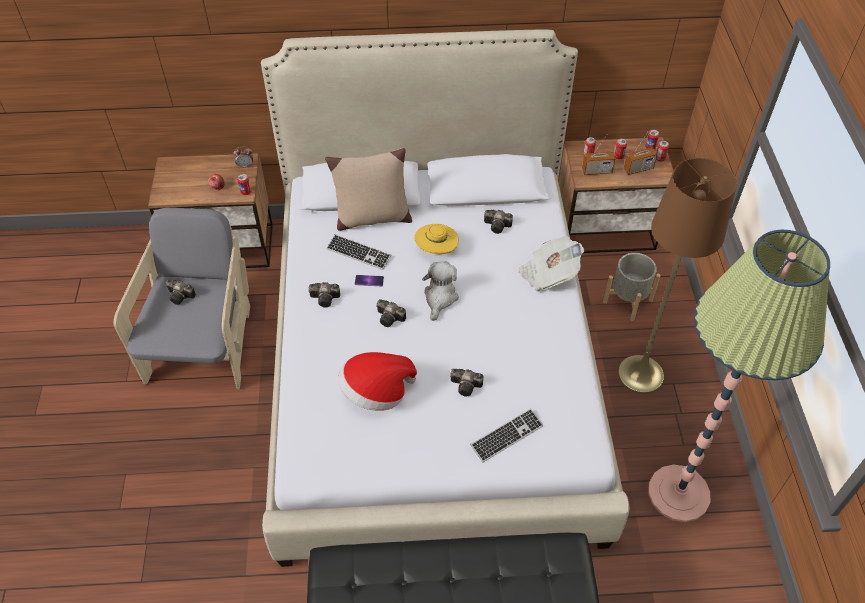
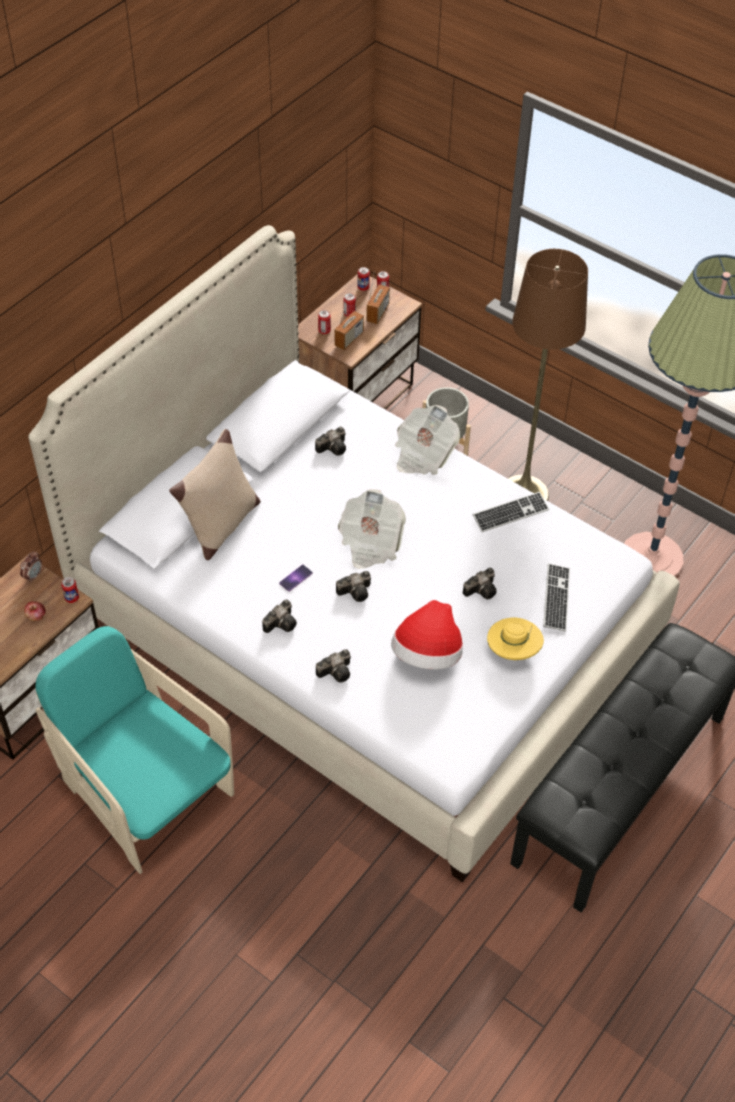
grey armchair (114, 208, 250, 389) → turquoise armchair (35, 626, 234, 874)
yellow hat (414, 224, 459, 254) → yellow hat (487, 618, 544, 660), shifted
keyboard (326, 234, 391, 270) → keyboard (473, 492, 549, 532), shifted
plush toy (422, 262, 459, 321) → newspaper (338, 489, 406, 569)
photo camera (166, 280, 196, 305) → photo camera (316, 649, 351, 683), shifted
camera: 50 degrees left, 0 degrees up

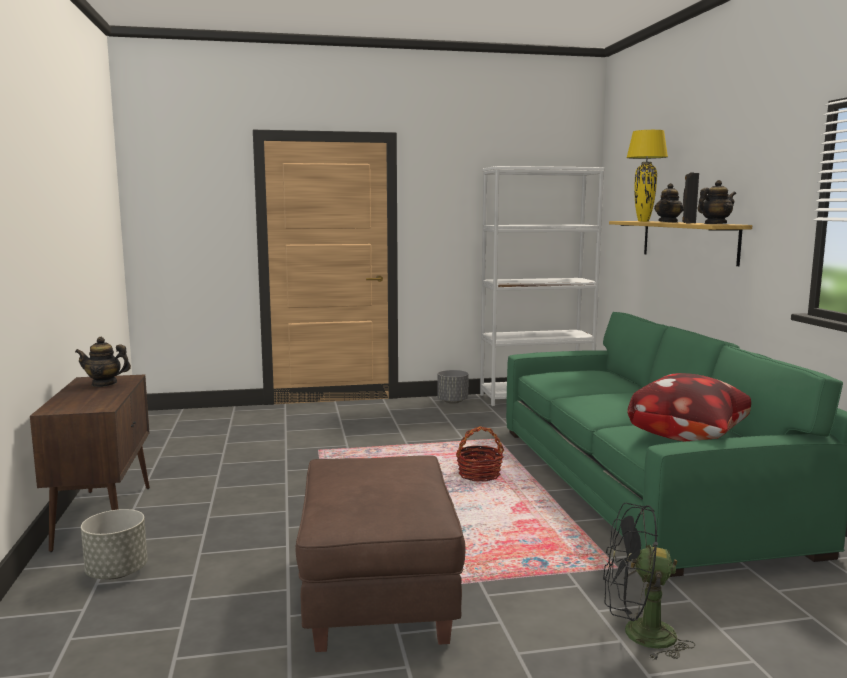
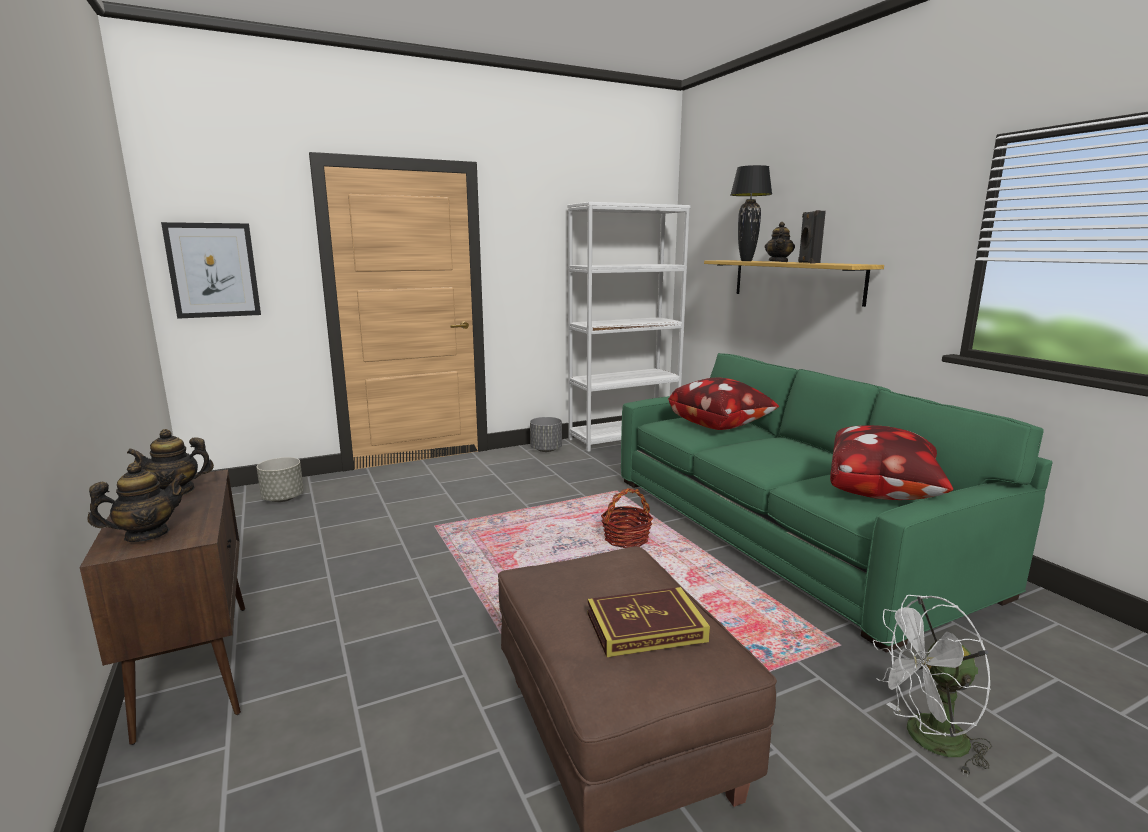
yellow table lamp (626, 130, 668, 222) → black table lamp (730, 165, 772, 261)
teapot (698, 180, 736, 224) → teapot (88, 462, 187, 542), shifted
black fan (603, 503, 695, 661) → white fan (873, 595, 992, 777)
grey planter (81, 509, 148, 579) → grey planter (257, 457, 304, 502), shifted
- → picture (161, 222, 261, 319)
- → pillow (668, 378, 779, 430)
- → book (588, 587, 710, 657)
camera: 15 degrees left, 5 degrees up

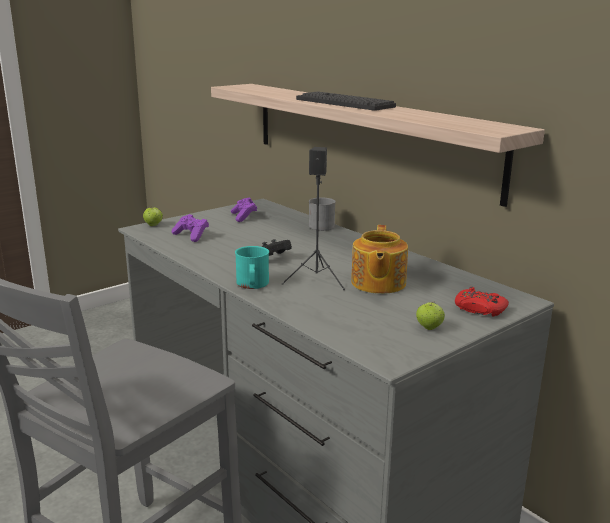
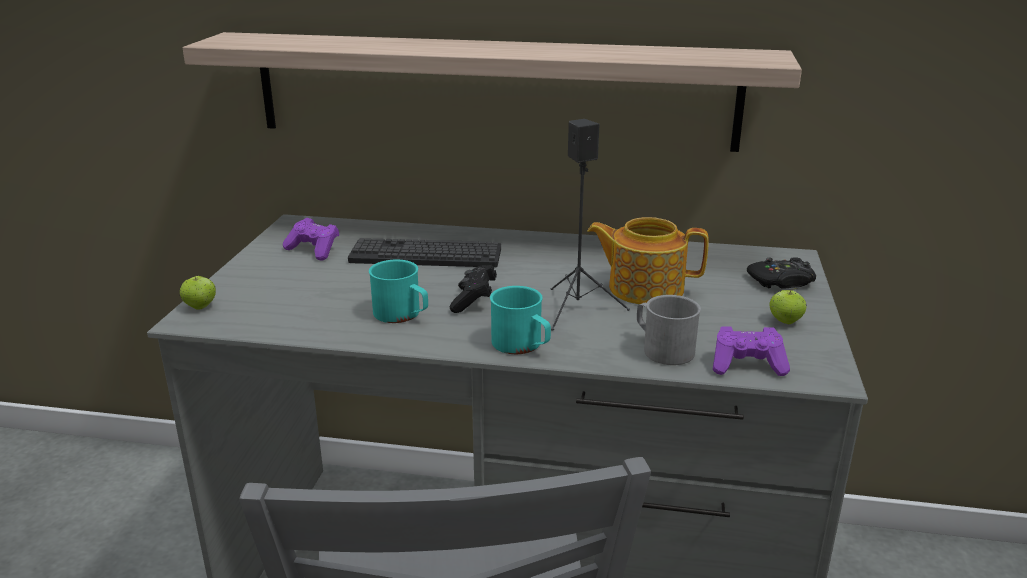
keyboard (296, 91, 396, 111) → keyboard (348, 238, 501, 267), shifted
grey mug (309, 198, 336, 231) → grey mug (637, 295, 701, 365), shifted
purple game controller (172, 214, 209, 242) → purple game controller (713, 326, 790, 376), shifted
teapot (351, 225, 408, 294) → teapot (587, 217, 709, 304), 135 degrees clockwise
red game controller (455, 287, 509, 317) → black game controller (747, 257, 816, 289)
- → turquoise mug (369, 260, 428, 323)
camera: 40 degrees left, 5 degrees up

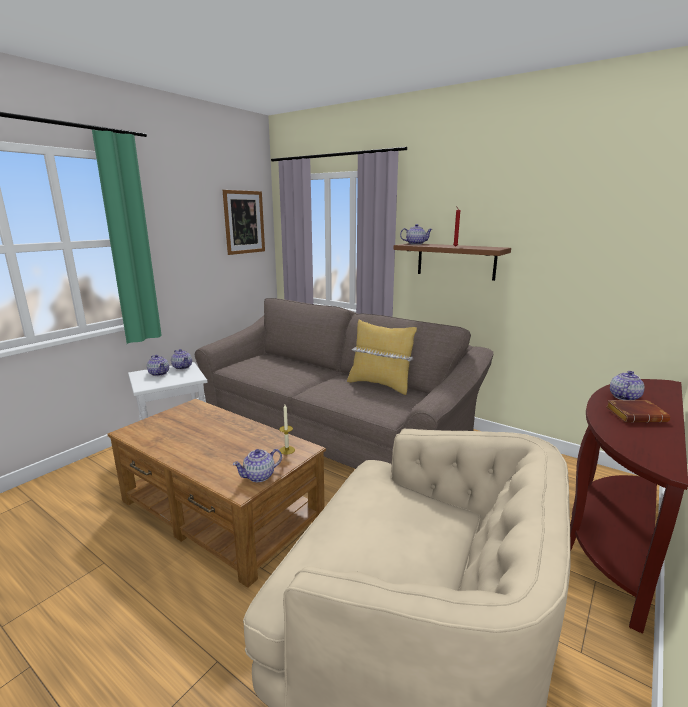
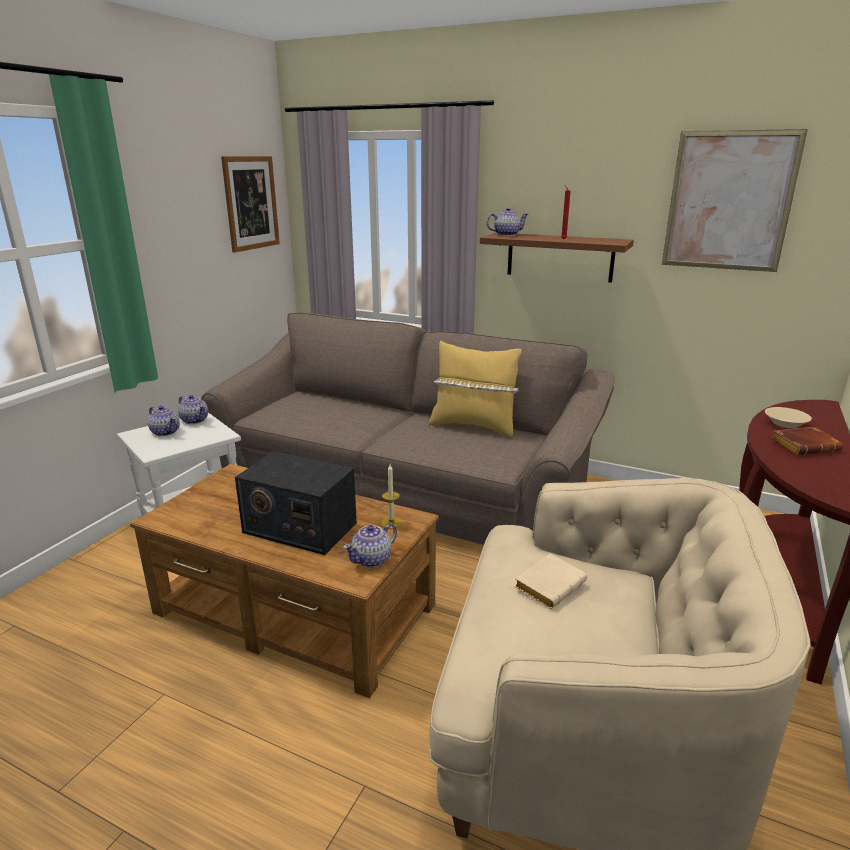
teapot (610, 371, 645, 400) → beige bowl (765, 407, 812, 428)
- → picture (662, 129, 808, 272)
- → radio (235, 452, 357, 555)
- → beige book (514, 554, 587, 609)
camera: 10 degrees left, 5 degrees up

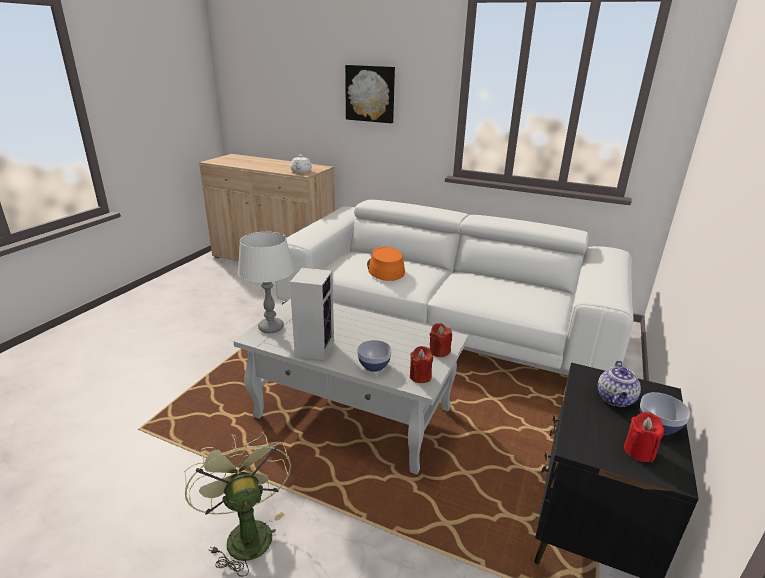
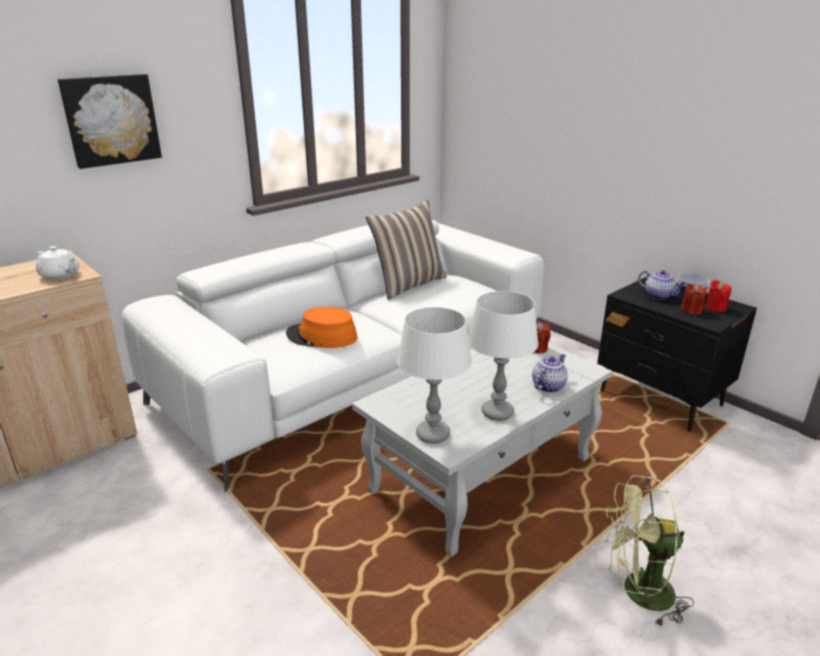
speaker (290, 267, 334, 360) → white table lamp (468, 291, 538, 421)
bowl (357, 340, 392, 372) → teapot (532, 354, 568, 393)
red candle (410, 346, 433, 383) → red candle (681, 283, 707, 315), shifted
- → pillow (366, 200, 447, 300)
camera: 65 degrees left, 0 degrees up

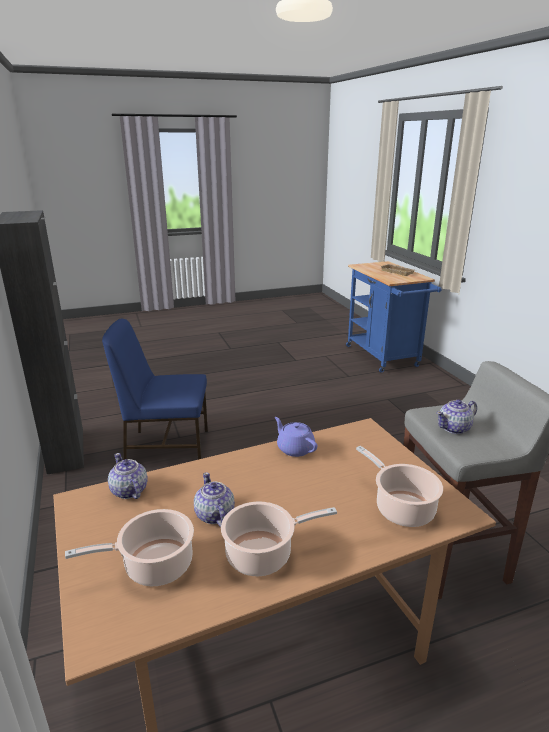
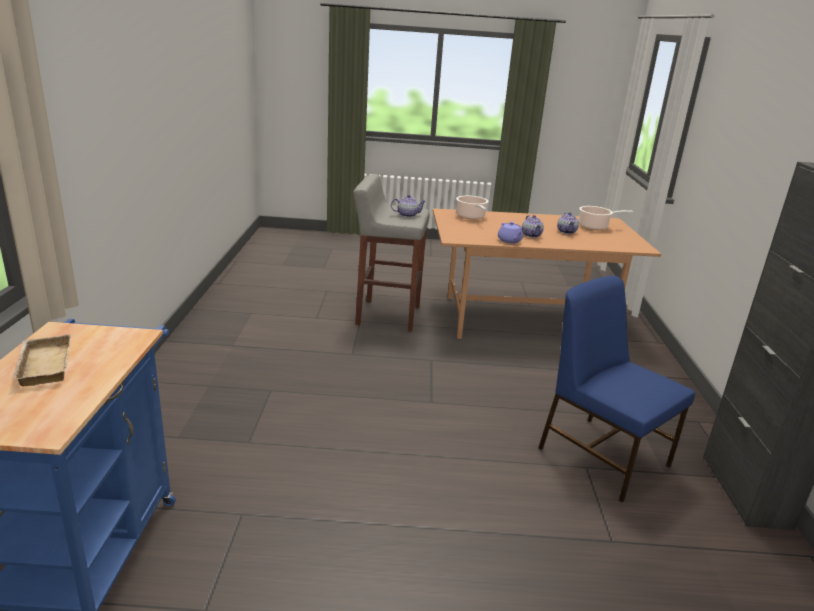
blue chair (102, 319, 208, 460) → blue chair (539, 276, 695, 502), 150 degrees counterclockwise
teapot (108, 453, 148, 499) → teapot (522, 215, 544, 238), shifted
cooking pot (221, 501, 337, 576) → -
camera: 160 degrees left, 0 degrees up

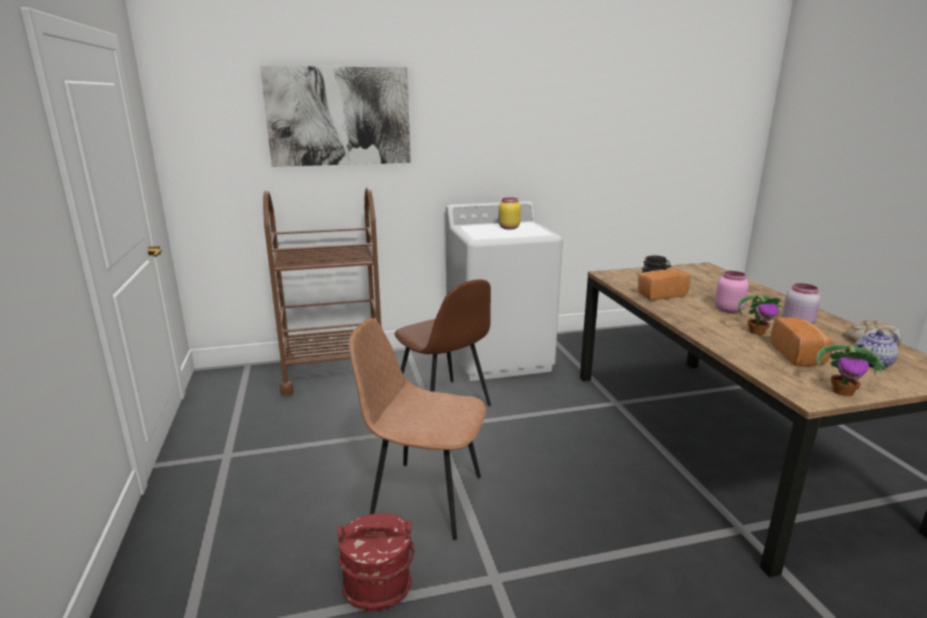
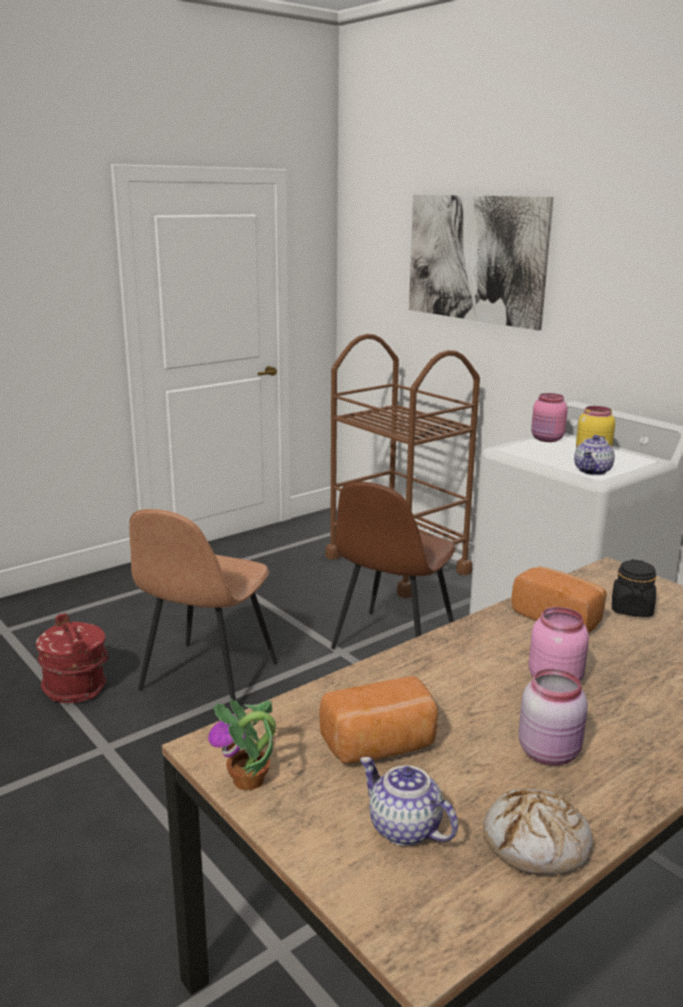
potted plant (738, 294, 783, 335) → -
brown chair (349, 318, 486, 540) → brown chair (129, 509, 278, 701), 150 degrees counterclockwise
- → pink jar (531, 393, 568, 442)
- → teapot (574, 435, 615, 475)
camera: 65 degrees right, 0 degrees up

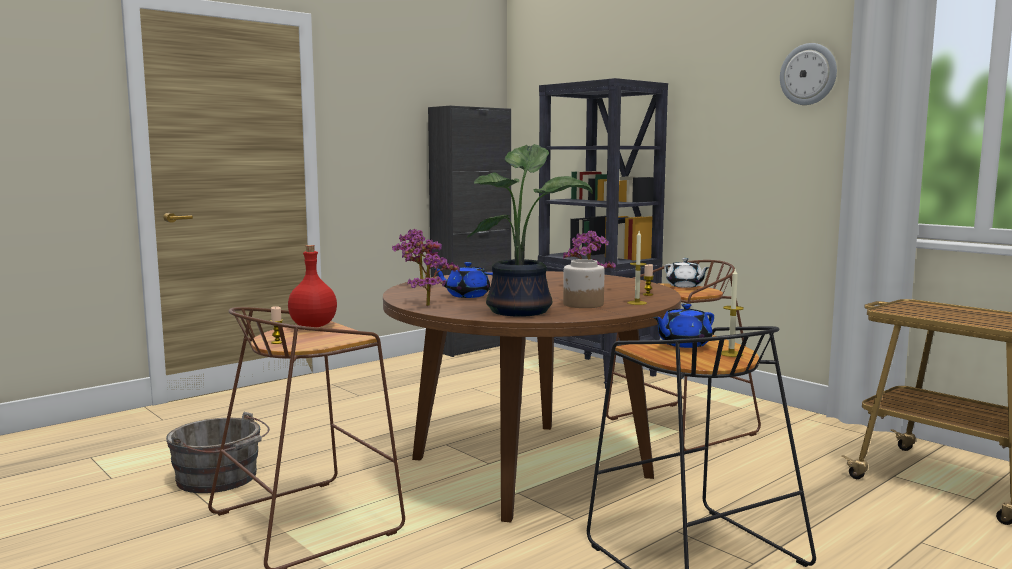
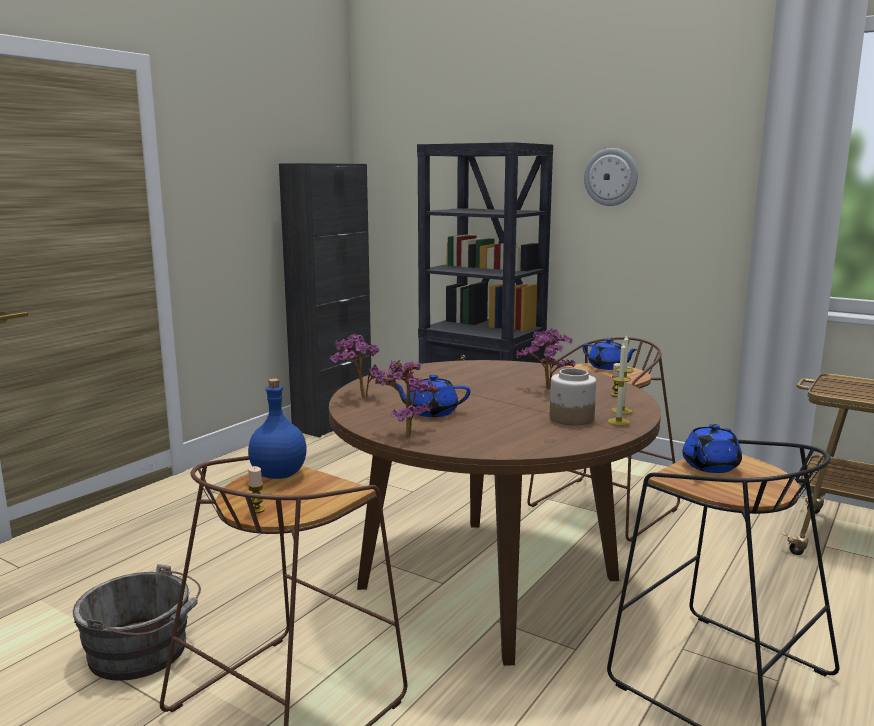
wall clock (780, 43, 837, 105) → wall clock (584, 148, 638, 206), shifted
potted plant (467, 144, 593, 316) → -
red bottle (288, 245, 337, 327) → blue bottle (248, 378, 307, 479)
white teapot (664, 258, 710, 288) → blue teapot (582, 338, 638, 370)
candle (721, 269, 744, 357) → candle (608, 343, 631, 426), shifted
camera: 15 degrees left, 5 degrees up

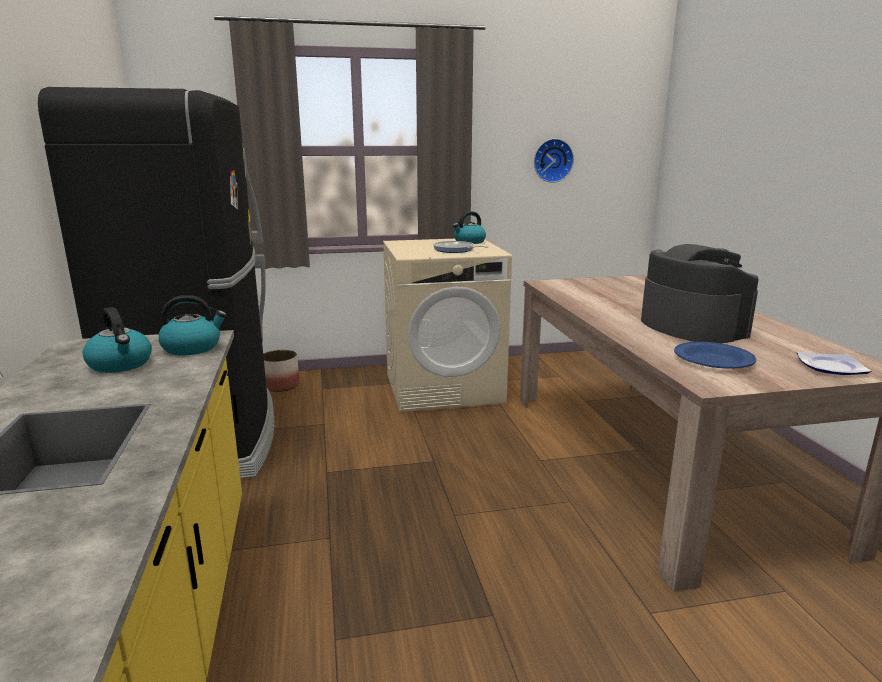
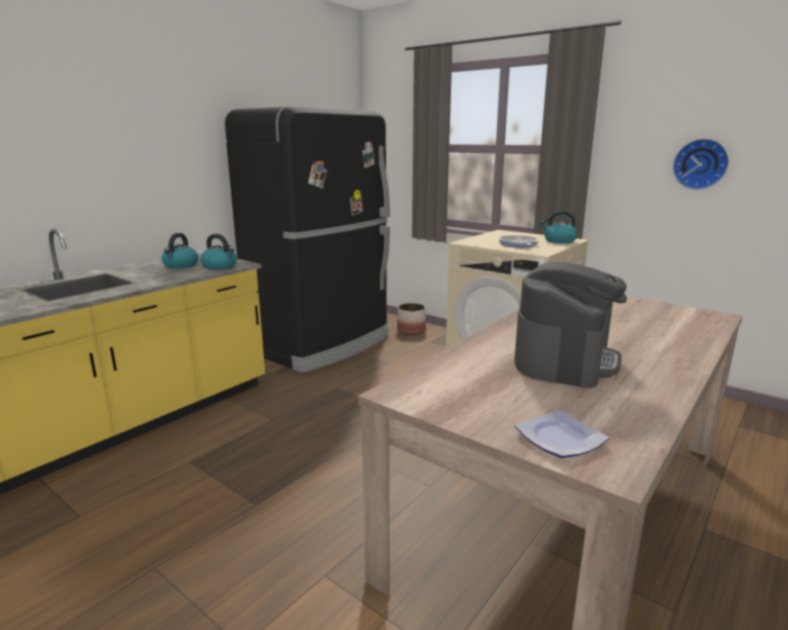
blue plate (674, 342, 756, 368) → -
camera: 50 degrees right, 0 degrees up

